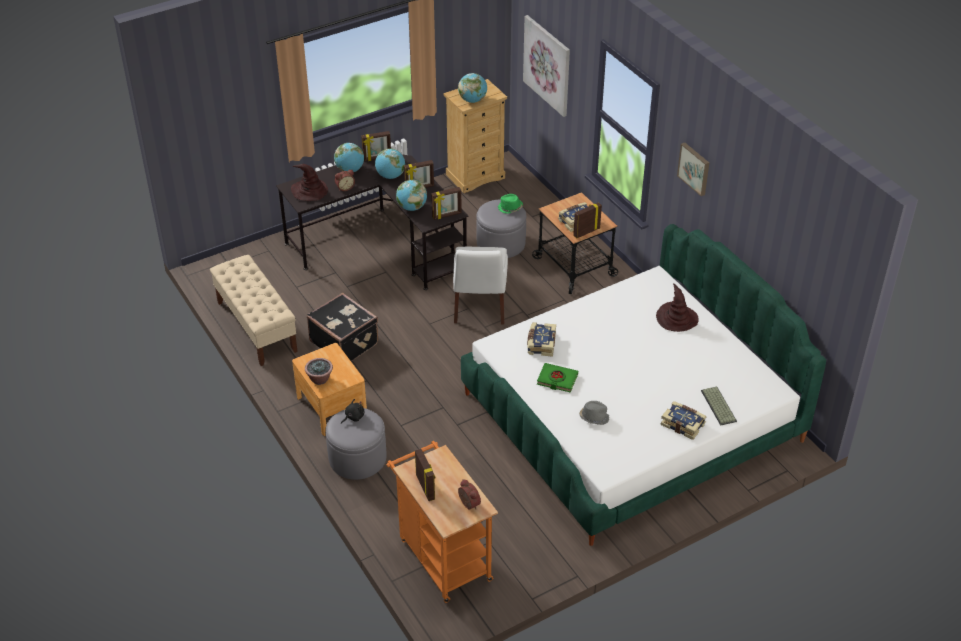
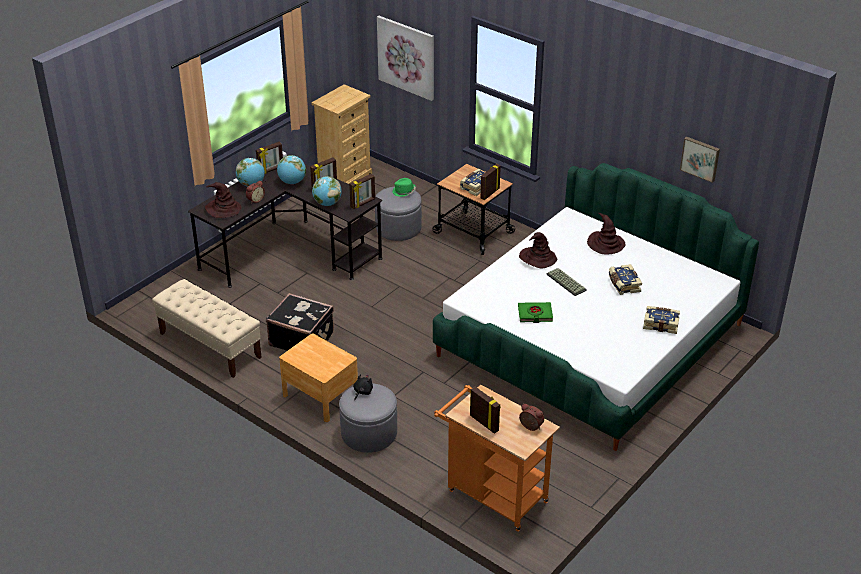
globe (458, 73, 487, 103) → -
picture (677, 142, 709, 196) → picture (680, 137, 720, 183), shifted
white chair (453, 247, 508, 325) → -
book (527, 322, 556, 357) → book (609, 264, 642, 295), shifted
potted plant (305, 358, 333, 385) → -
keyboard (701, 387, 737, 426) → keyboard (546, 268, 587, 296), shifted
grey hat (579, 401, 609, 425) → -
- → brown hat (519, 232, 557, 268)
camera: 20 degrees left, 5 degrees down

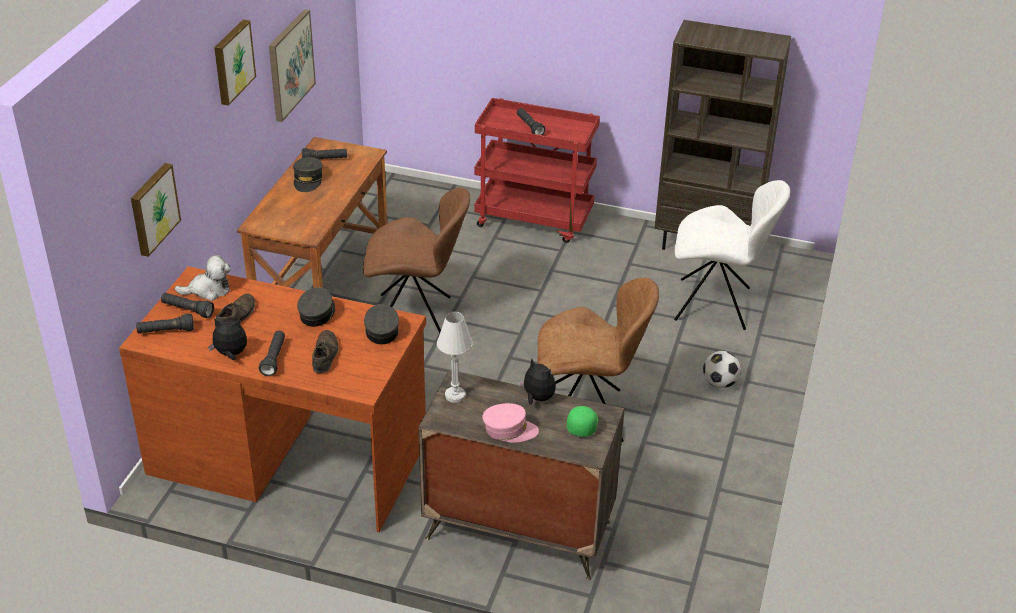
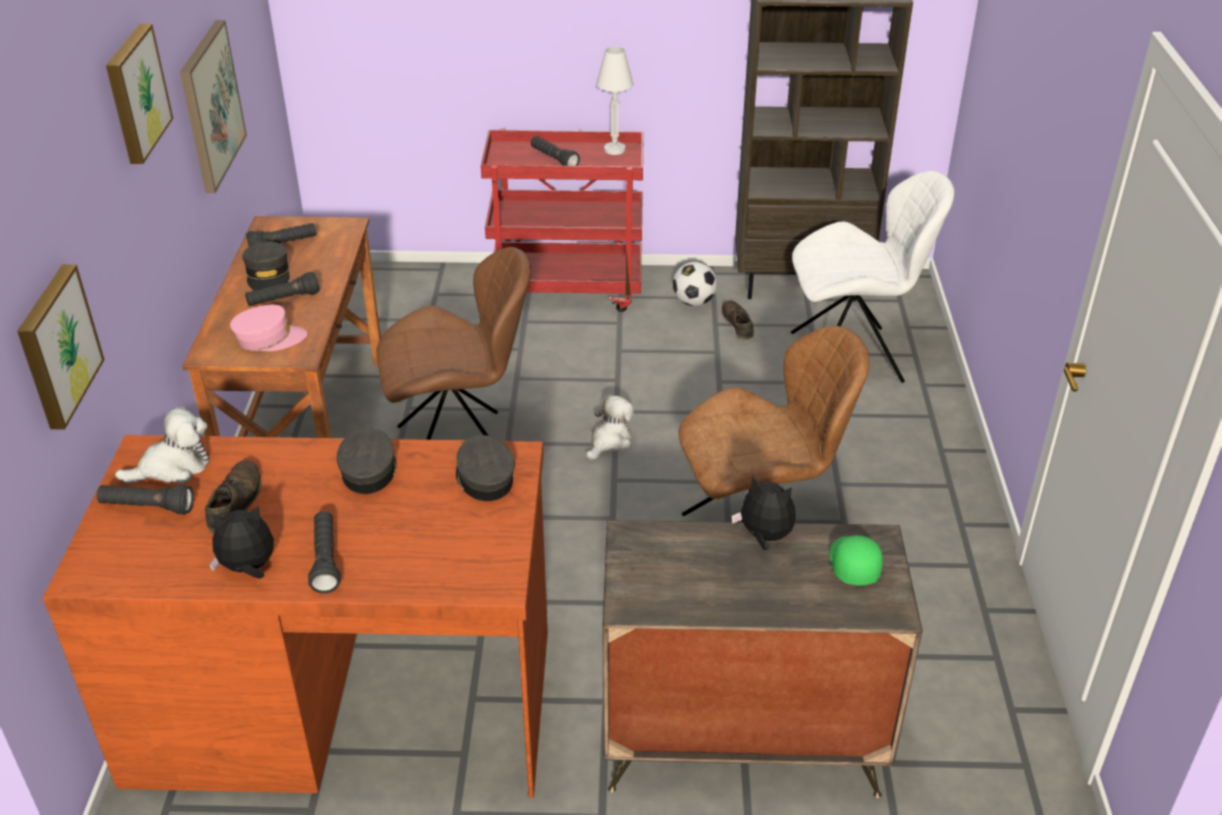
white table lamp (437, 312, 473, 403) → white table lamp (596, 46, 634, 155), shifted
black flashlight (136, 313, 194, 333) → black flashlight (245, 272, 320, 306), shifted
brown shoe (312, 330, 339, 373) → brown shoe (722, 300, 754, 340), shifted
football (703, 351, 741, 388) → football (673, 262, 717, 306), shifted
pink cap (483, 403, 539, 443) → pink cap (230, 305, 307, 351), shifted
- → plush toy (586, 395, 634, 460)
camera: 15 degrees left, 0 degrees up

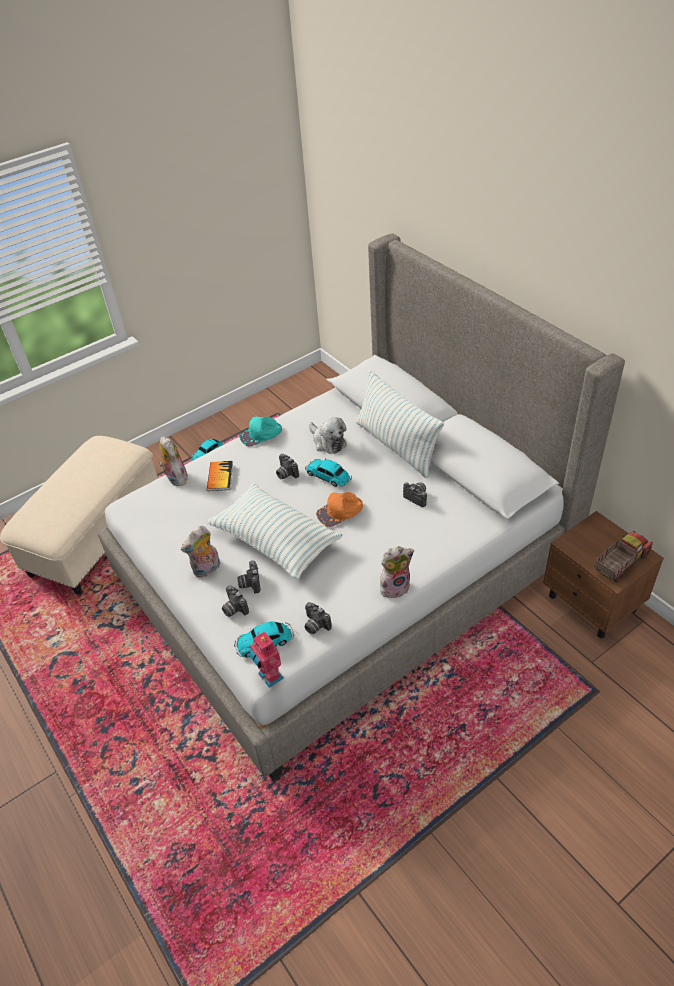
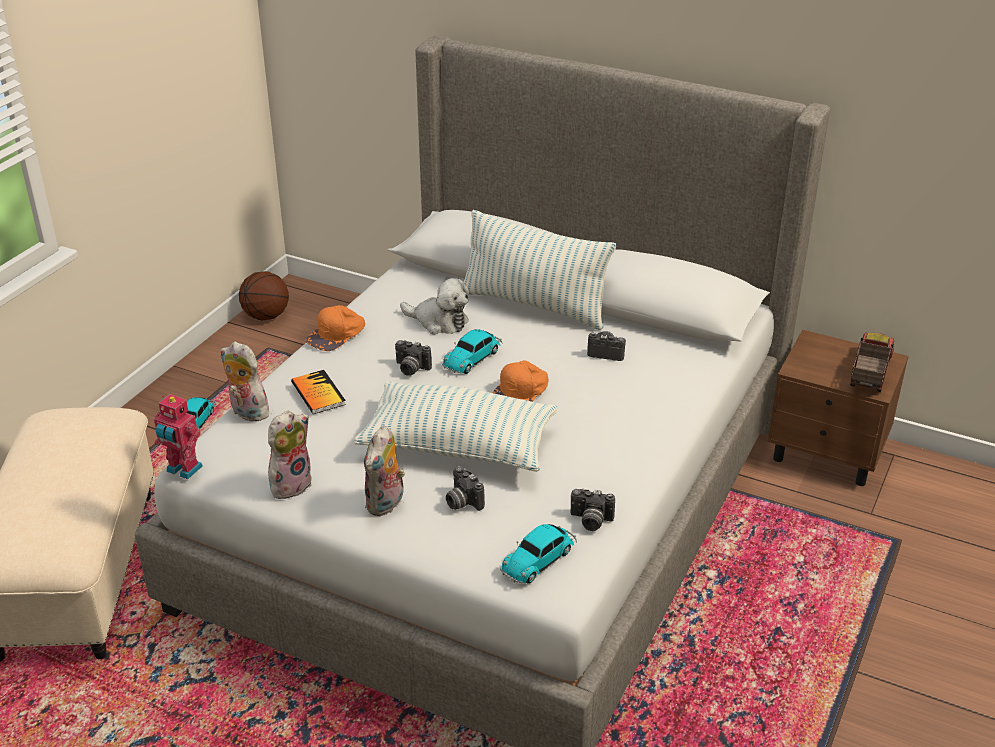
turquoise cap (239, 417, 282, 446) → orange cap (305, 305, 365, 351)
toy car (305, 458, 352, 487) → toy car (442, 329, 503, 374), 60 degrees counterclockwise
plush toy (380, 546, 414, 598) → plush toy (268, 410, 312, 499), shifted
photo camera (222, 585, 249, 617) → -
toy robot (249, 631, 284, 688) → toy robot (154, 394, 203, 479), shifted
- → basketball (239, 271, 289, 320)
camera: 30 degrees left, 10 degrees down

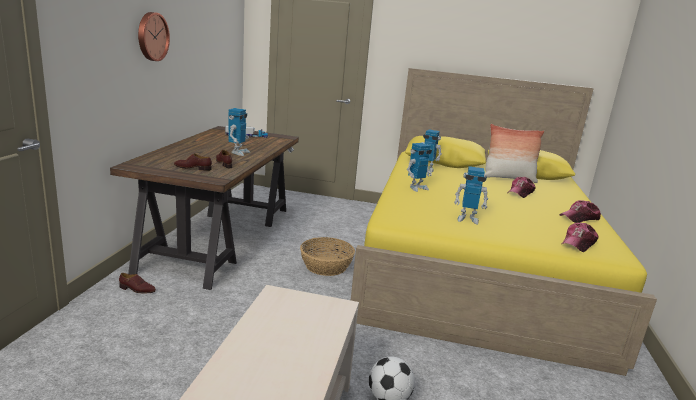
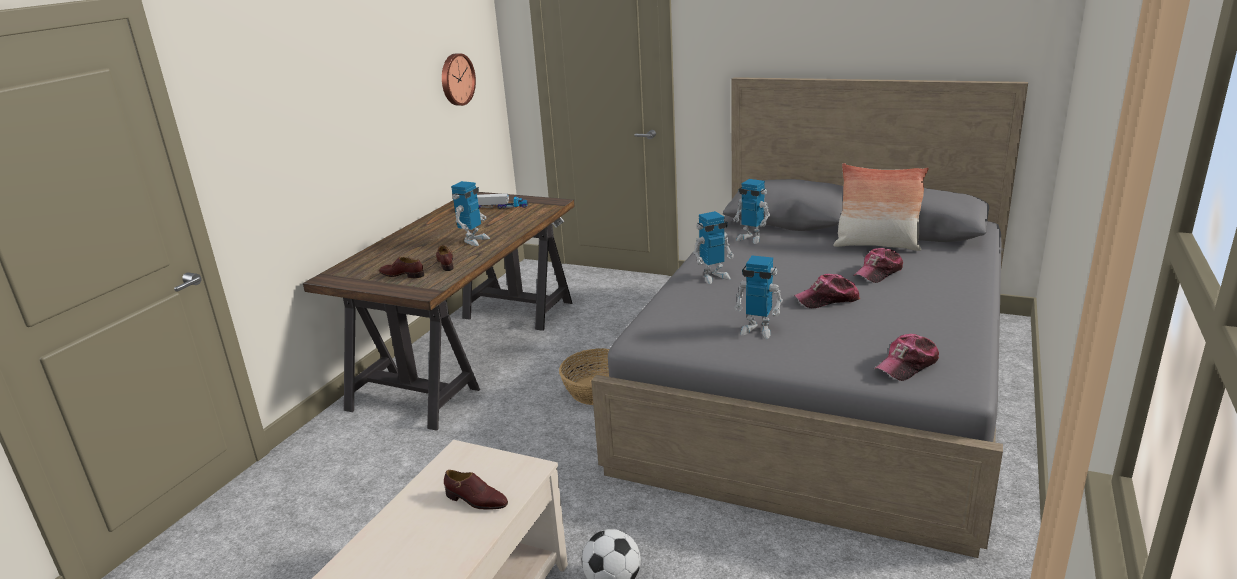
wall clock (138, 12, 170, 61) → wall clock (442, 54, 476, 106), shifted
yellow bed (351, 68, 657, 376) → grey bed (591, 77, 1028, 558)
cap (559, 200, 601, 223) → cap (794, 274, 860, 308), shifted
brown shoe (119, 273, 156, 293) → brown shoe (444, 470, 508, 510), shifted
camera: 15 degrees right, 5 degrees up

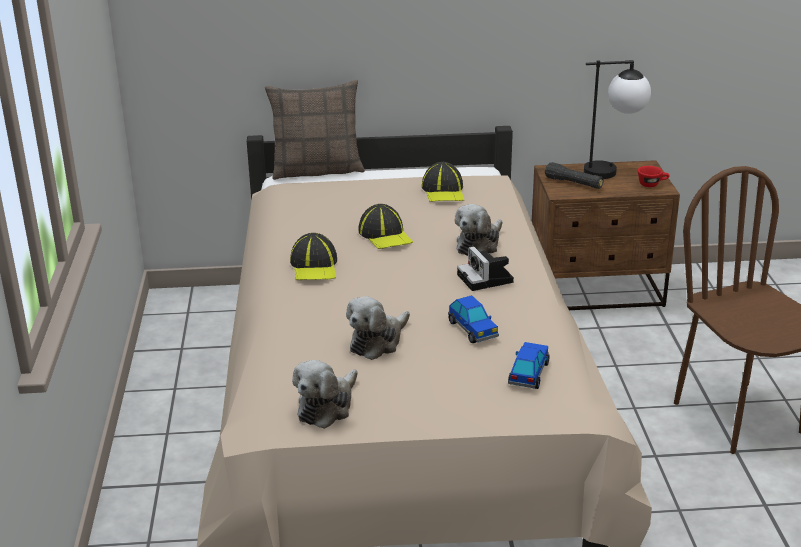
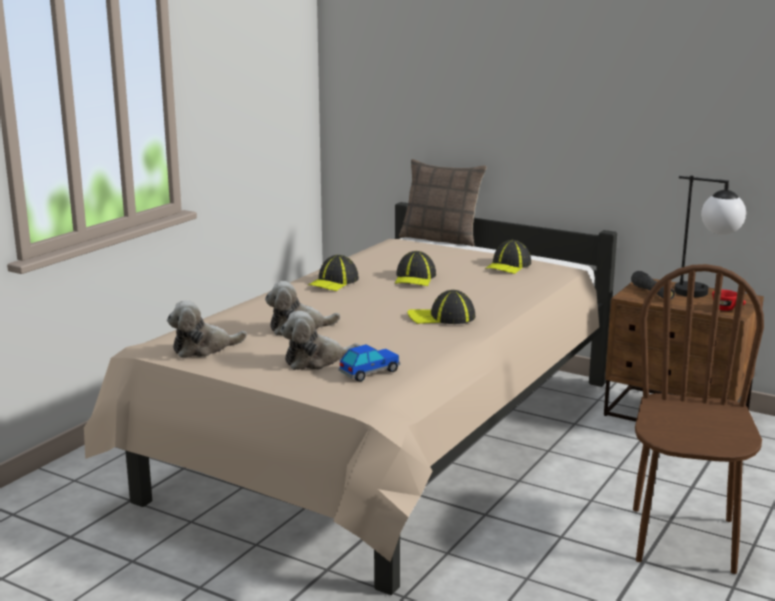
plush toy (455, 204, 502, 256) → plush toy (280, 311, 360, 370), shifted
photo camera (457, 246, 514, 291) → cap (408, 290, 475, 324)
toy car (448, 295, 499, 343) → -
camera: 35 degrees right, 10 degrees down

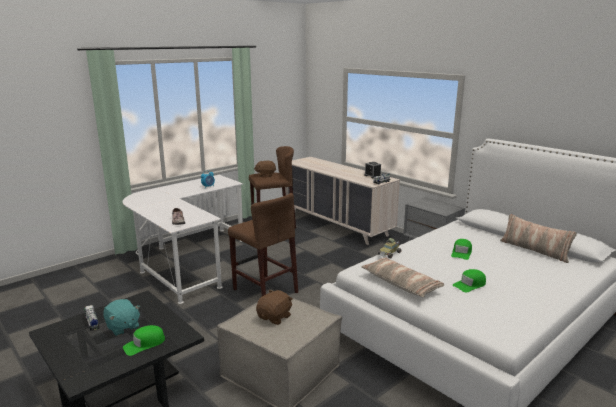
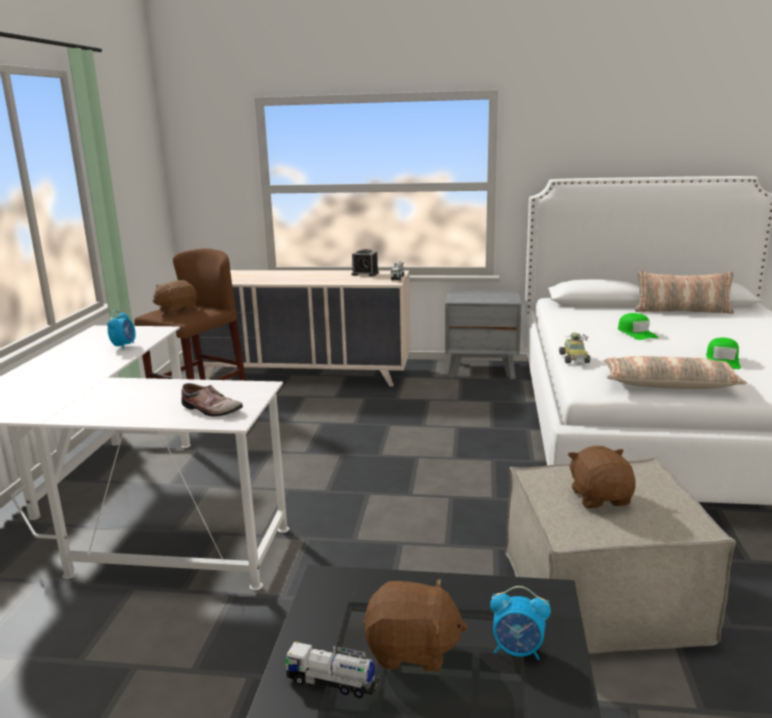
brown stool (228, 193, 298, 296) → -
turquoise plush toy (104, 299, 140, 336) → brown plush toy (363, 578, 468, 672)
green cap (123, 325, 165, 356) → alarm clock (490, 586, 551, 660)
camera: 40 degrees left, 0 degrees up

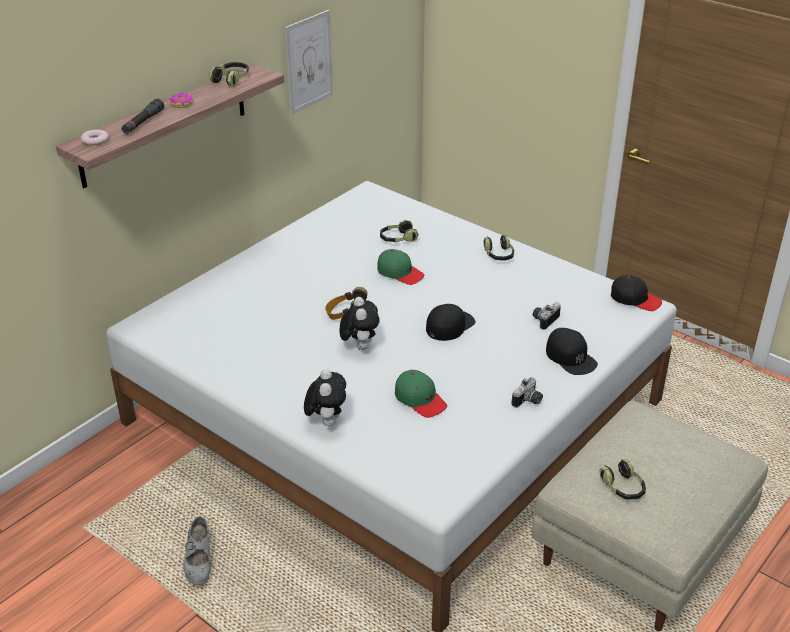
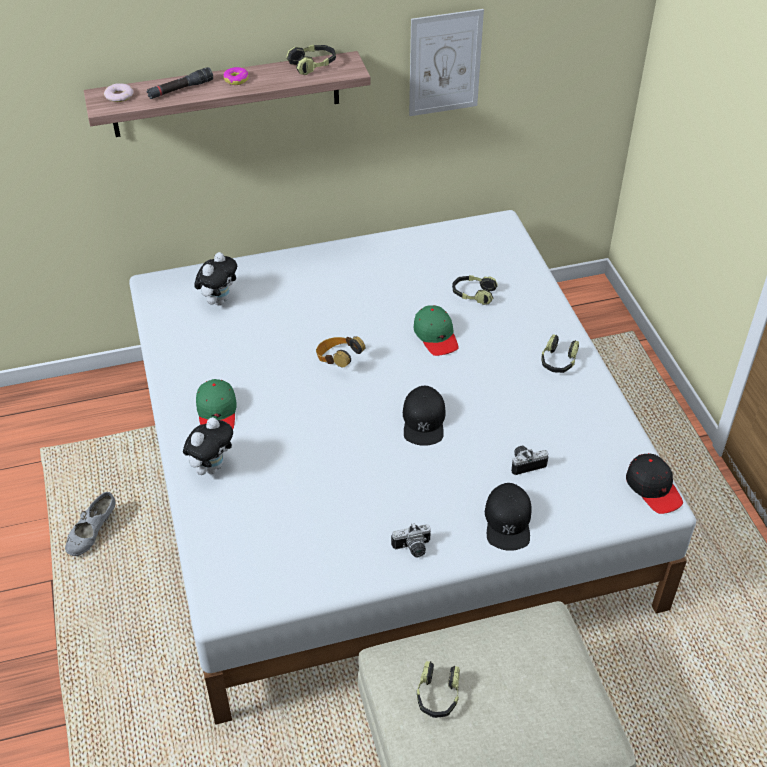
plush toy (340, 297, 380, 350) → plush toy (194, 252, 237, 305), shifted
black cap (426, 304, 476, 341) → black cap (403, 386, 446, 446), 105 degrees clockwise
green cap (395, 370, 447, 418) → green cap (196, 379, 237, 429), shifted
camera: 35 degrees right, 10 degrees up

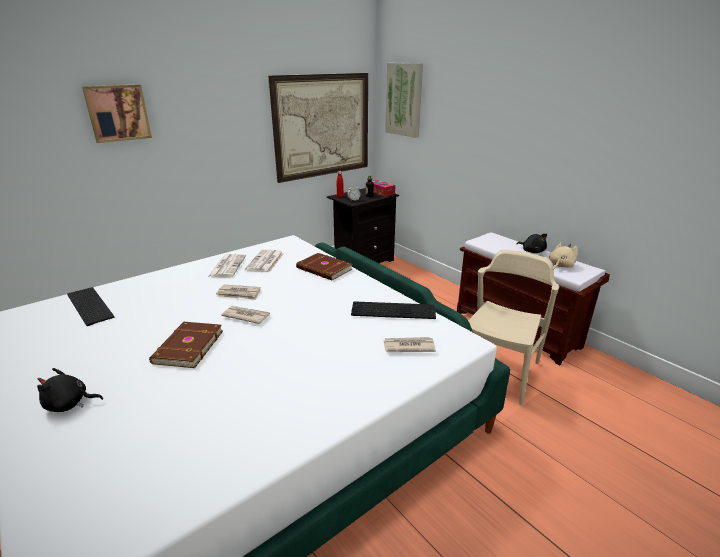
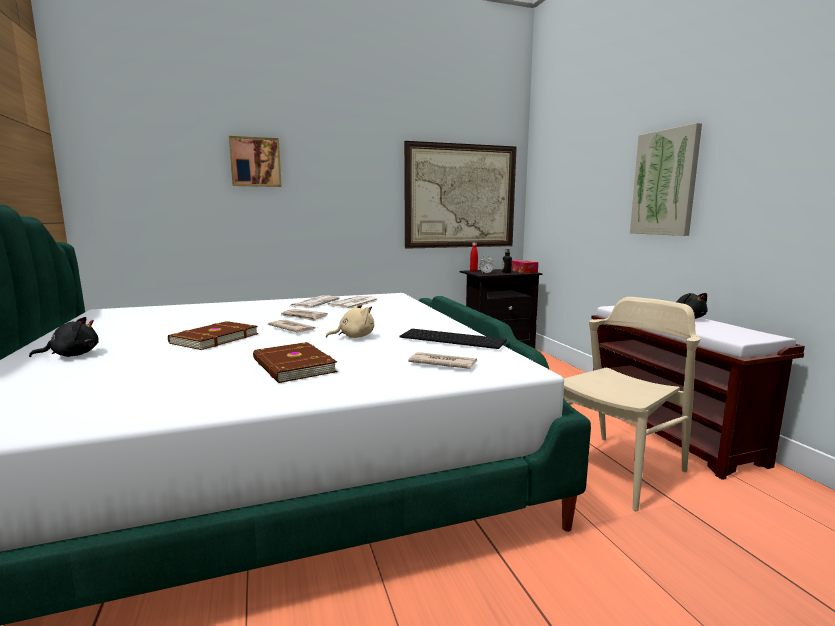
picture (385, 63, 423, 138) → picture (630, 123, 702, 236), shifted
beige plush toy (549, 242, 578, 269) → beige plush toy (326, 304, 374, 338), shifted
brown book (296, 253, 352, 280) → brown book (253, 342, 337, 383), shifted
keyboard (67, 287, 114, 326) → -
black plush toy (37, 368, 103, 412) → black plush toy (29, 317, 99, 357), 135 degrees clockwise
camera: 20 degrees right, 15 degrees down

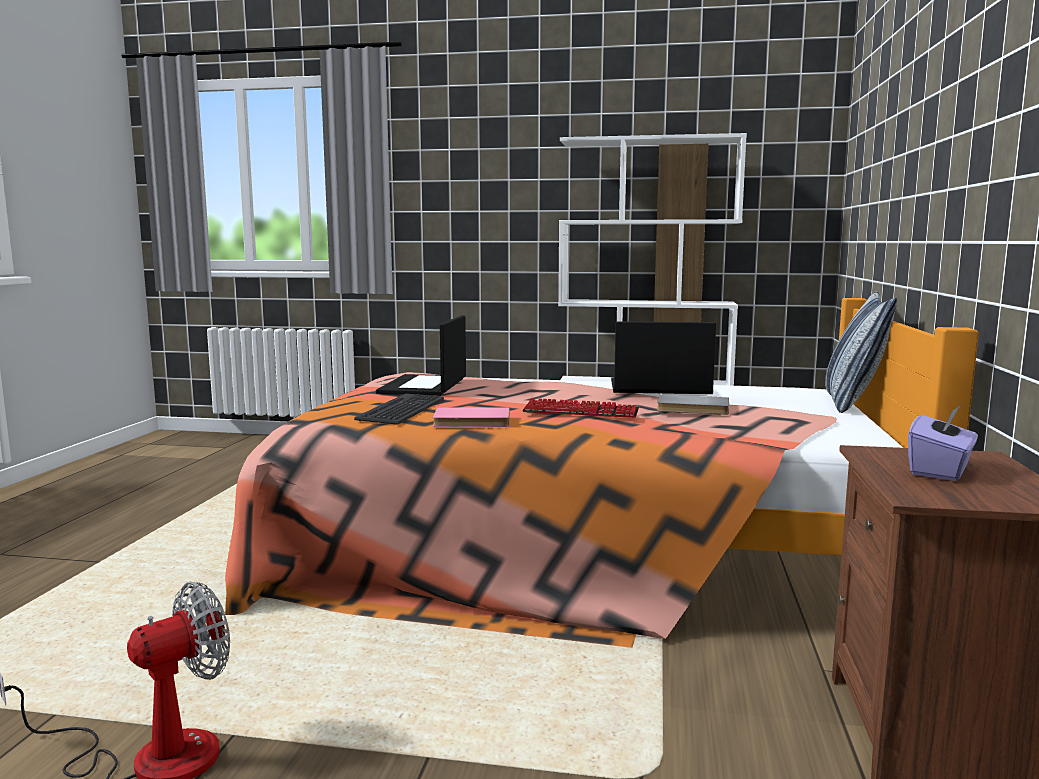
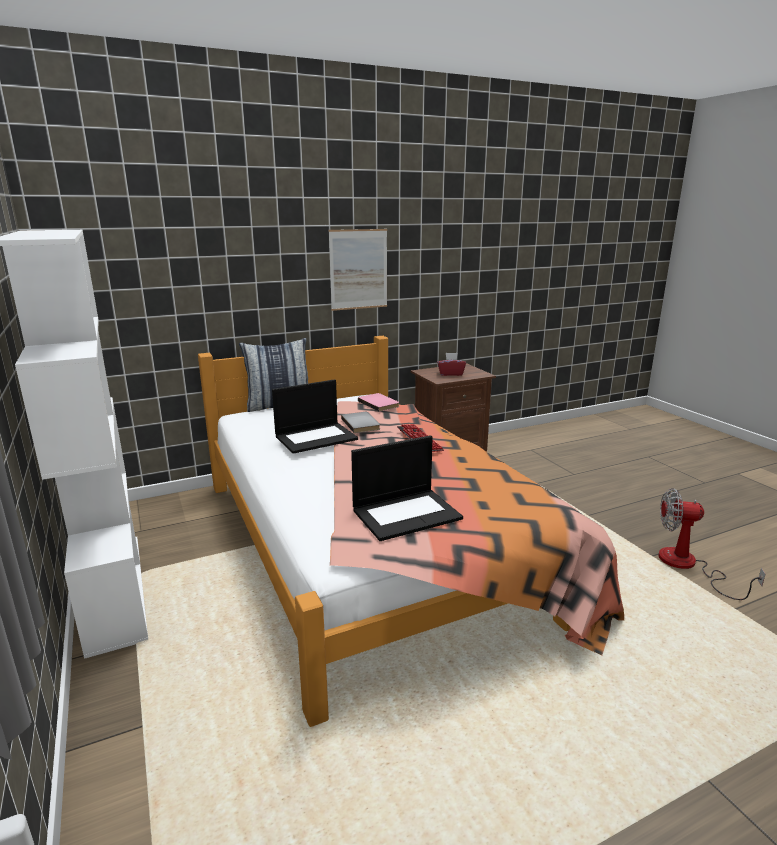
laptop (611, 321, 716, 394) → laptop (272, 379, 358, 454), 90 degrees counterclockwise
keyboard (354, 393, 444, 425) → -
purple tissue box (908, 406, 978, 481) → red tissue box (437, 353, 466, 376)
pink book (433, 407, 509, 427) → pink book (358, 393, 399, 412), shifted
- → picture (329, 229, 387, 311)
camera: 125 degrees left, 10 degrees up

